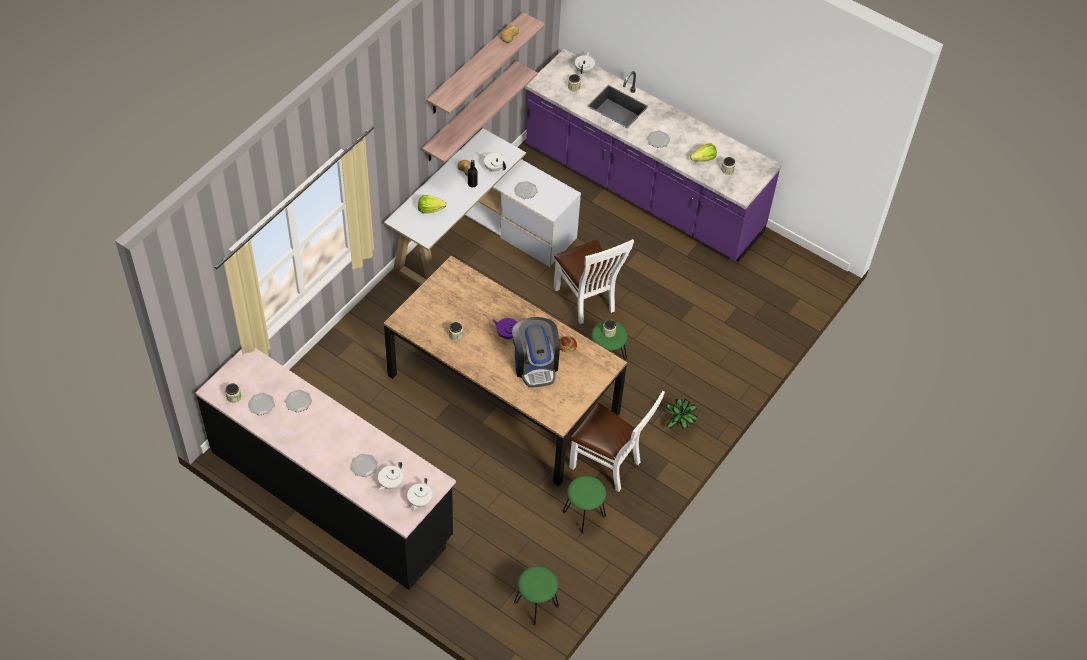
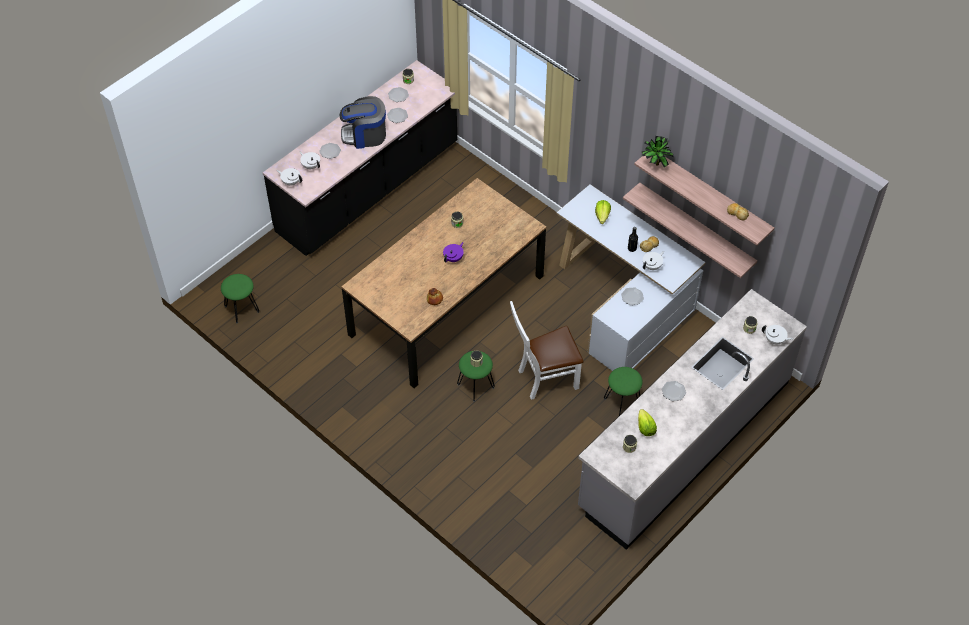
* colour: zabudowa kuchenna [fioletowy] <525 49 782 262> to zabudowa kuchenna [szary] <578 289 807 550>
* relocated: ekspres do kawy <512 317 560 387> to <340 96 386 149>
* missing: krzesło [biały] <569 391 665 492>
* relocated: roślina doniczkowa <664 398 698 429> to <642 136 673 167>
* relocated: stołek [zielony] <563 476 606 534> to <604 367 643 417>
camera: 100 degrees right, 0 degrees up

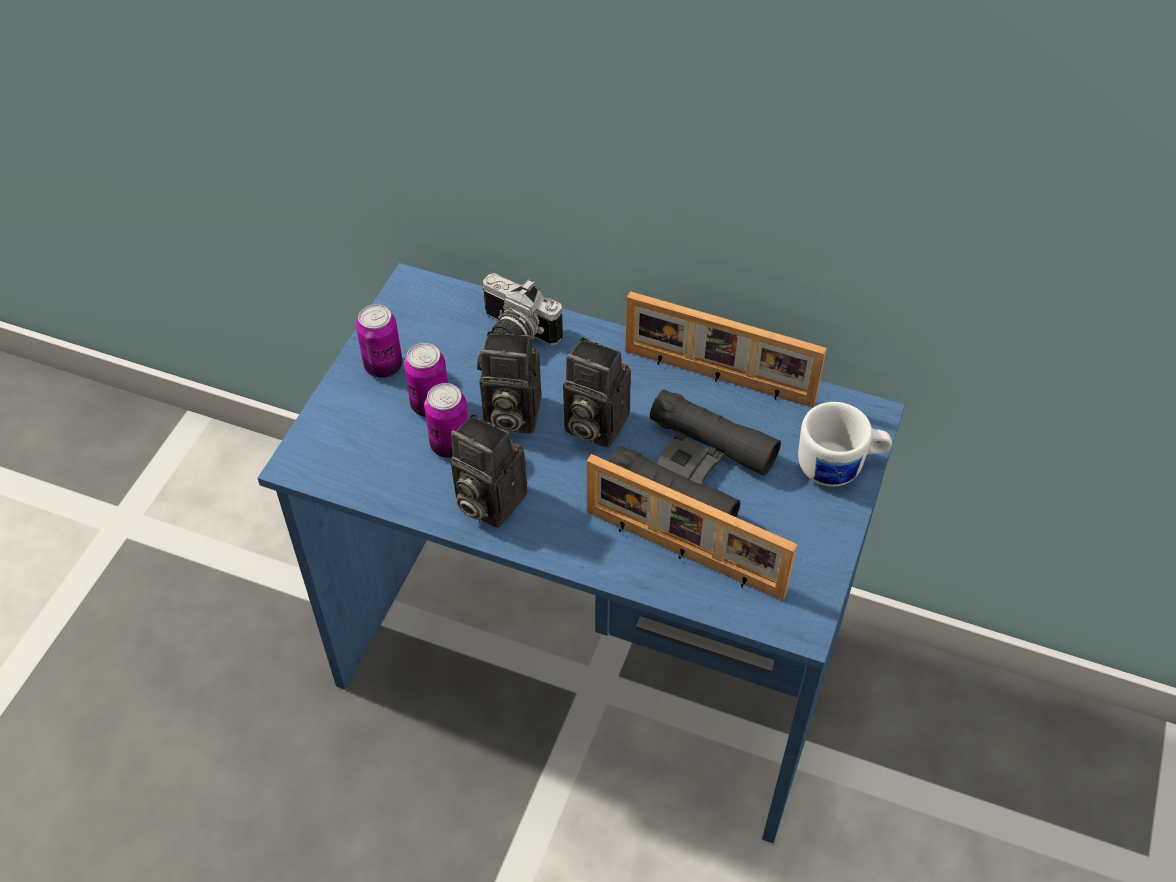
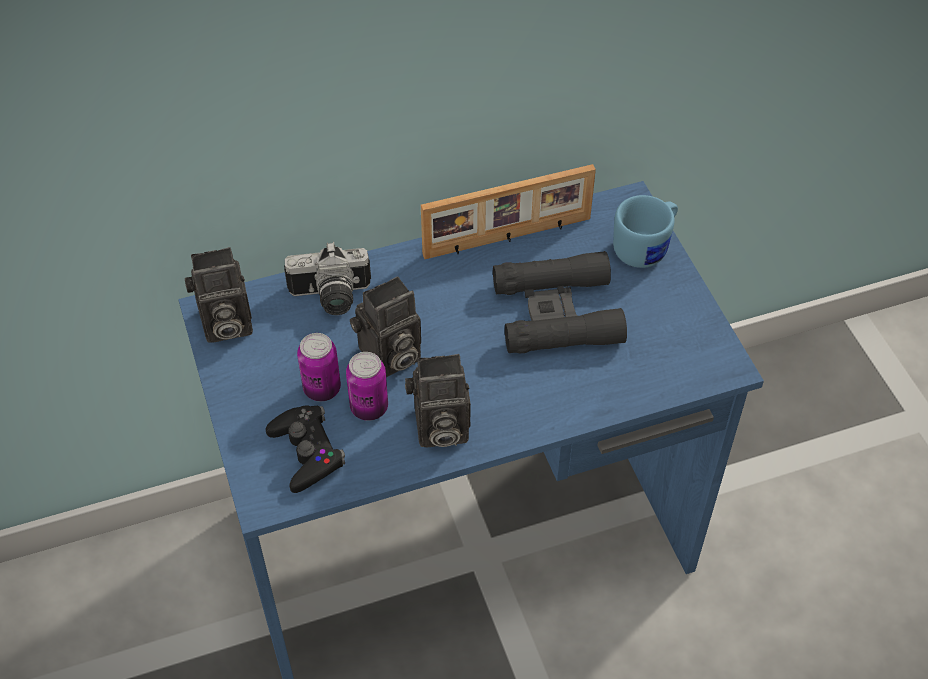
* missing: puszka <356 304 402 378>
* relocated: aparat fotograficzny <563 337 631 448> to <185 247 253 342>
* colour: kubek [biały] <798 402 892 487> to kubek [niebieski] <613 195 678 268>
* missing: ramka na zdjęcie <587 454 797 601>
* appeared: pad do gier [czarny] <265 406 345 493>
camera: 40 degrees left, 0 degrees up

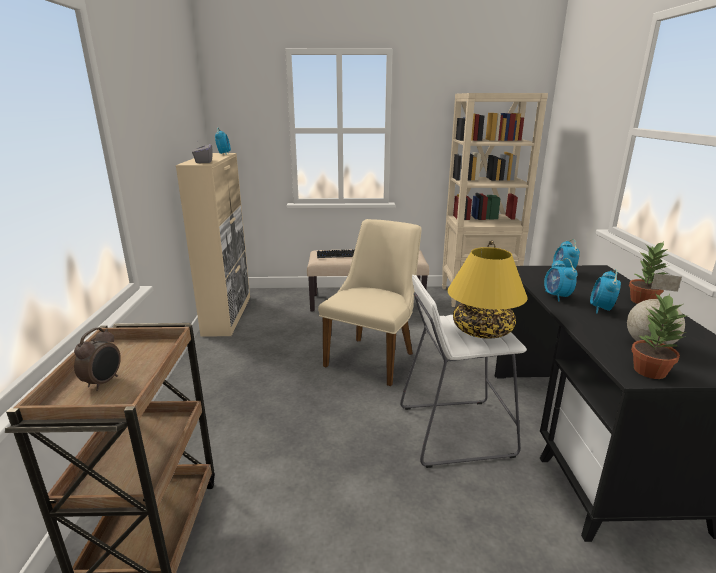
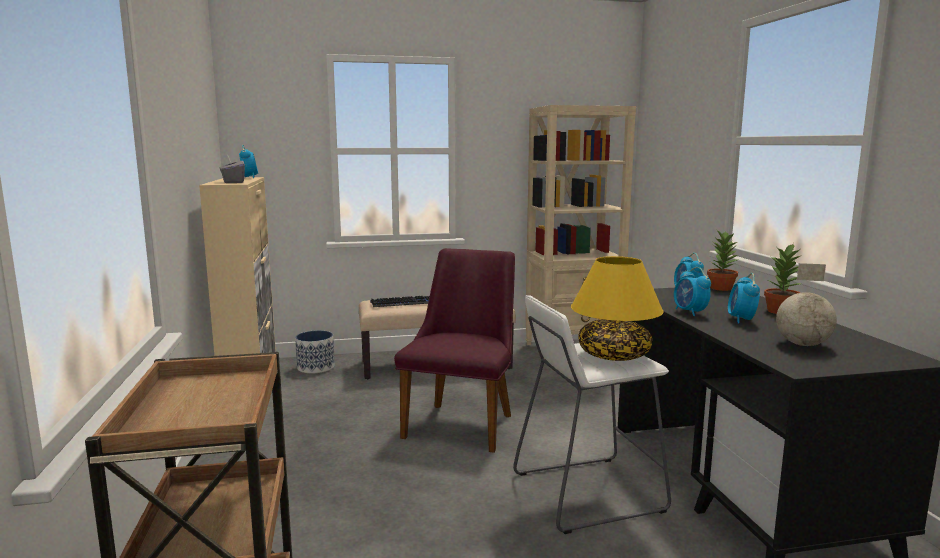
* colour: krzesło [beżowy] <318 219 422 386> to krzesło [fioletowy] <394 248 515 453>
* relocated: roślina doniczkowa <631 293 689 379> to <707 229 739 291>
* missing: budzik <74 327 121 391>
* appeared: donica <295 330 335 373>
camera: 10 degrees left, 10 degrees down

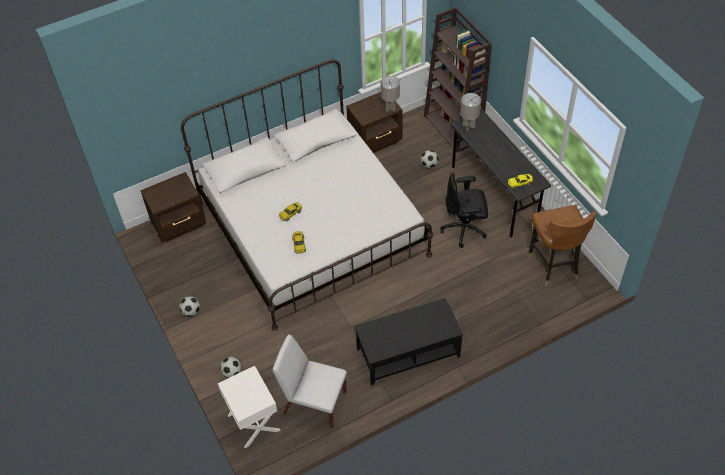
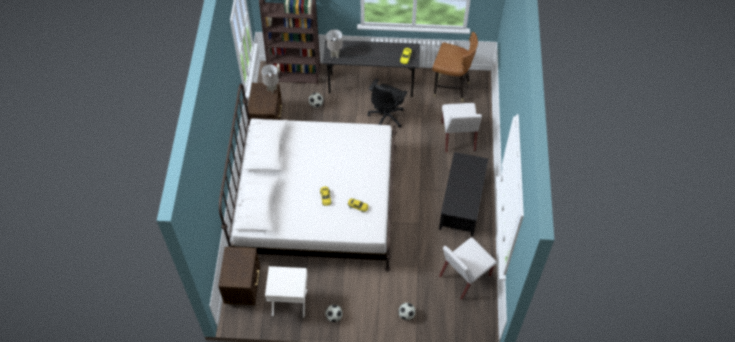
* relocated: szafka nocna [biały] <218 366 281 448> to <265 266 307 318>
* appeared: krzesło [biały] <441 103 482 152>
camera: 60 degrees left, 5 degrees up

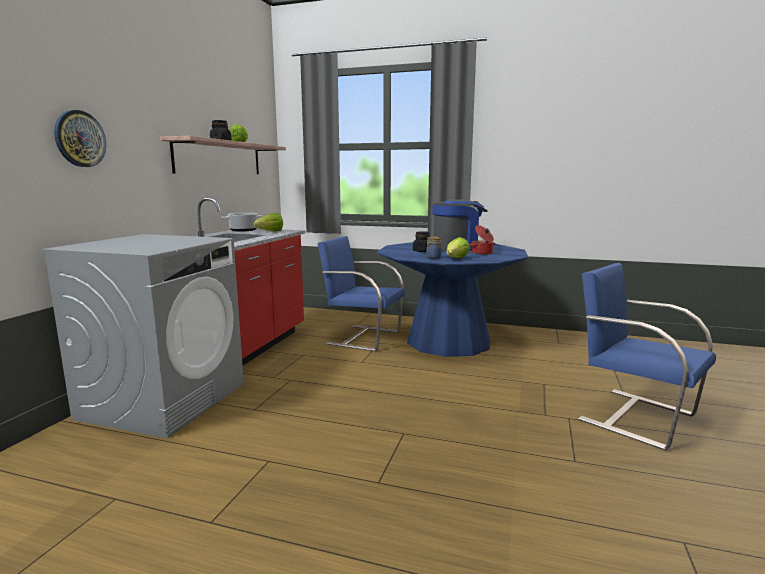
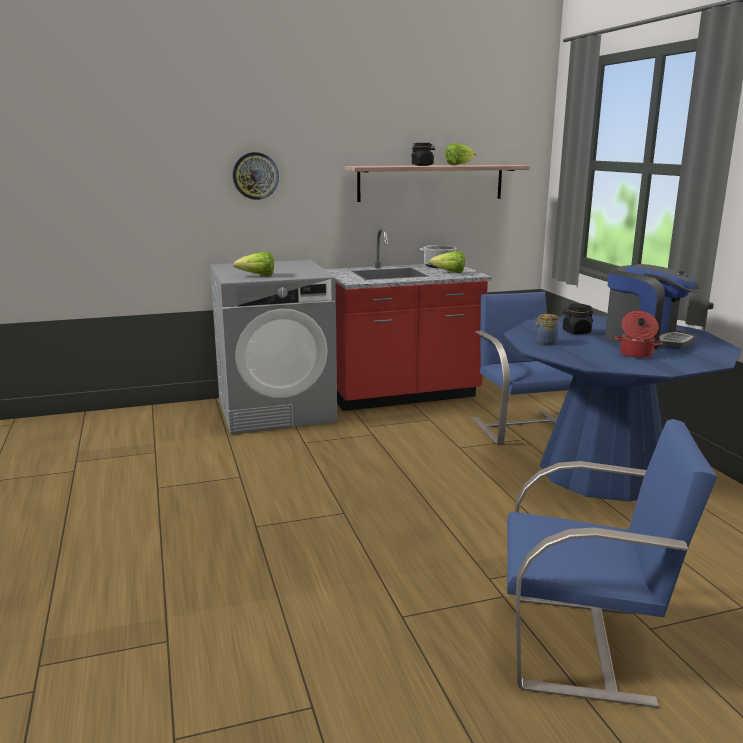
* relocated: sałata <447 237 470 258> to <233 251 274 276>
* spun: krzesło [niebieski] <578 263 716 450> = <507 419 717 708> 90 degrees clockwise
camera: 55 degrees right, 5 degrees up

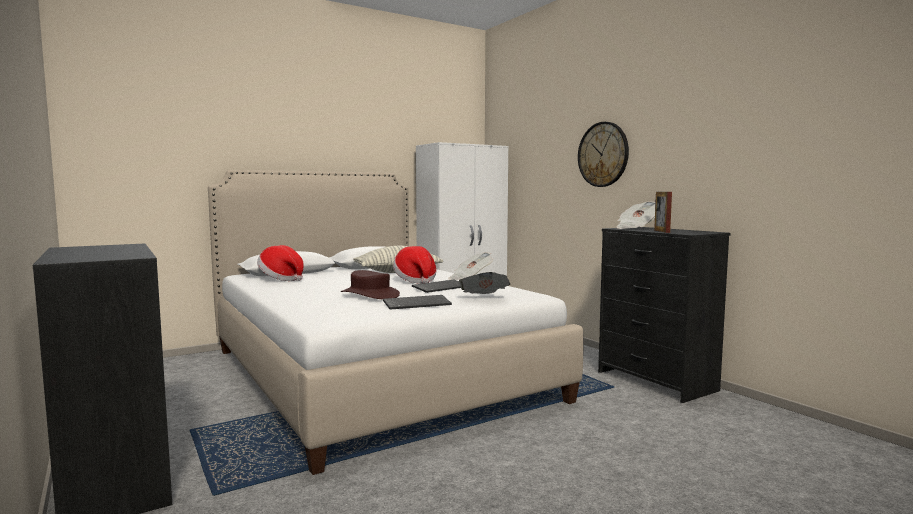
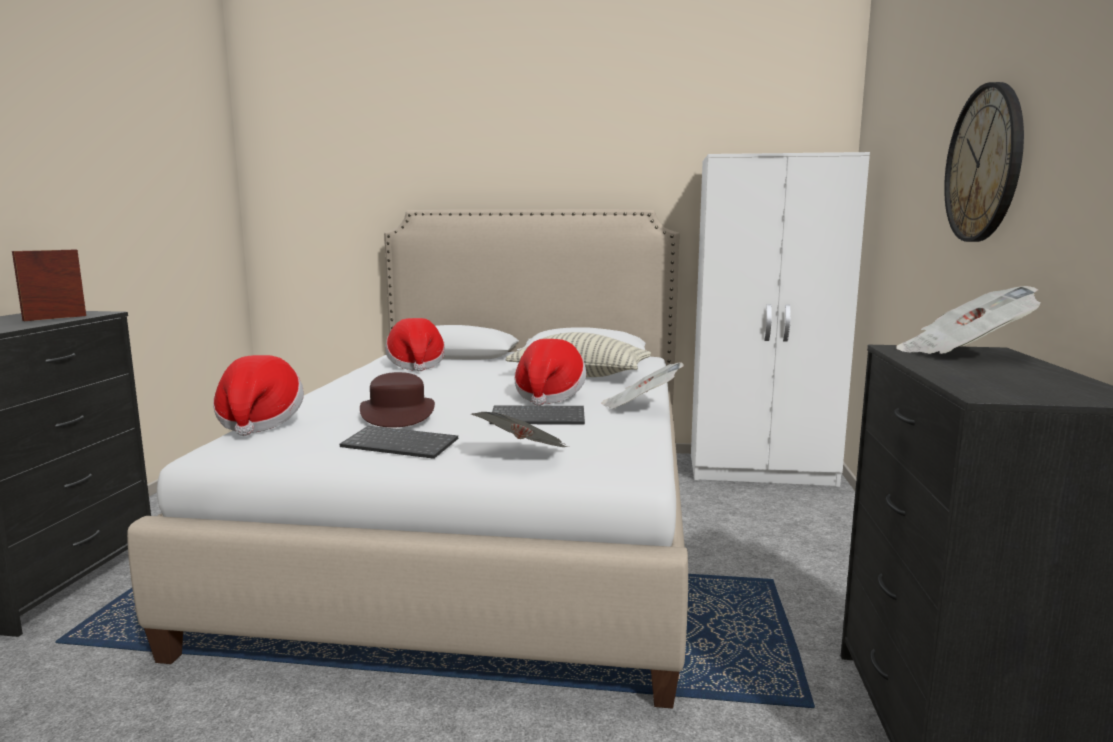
* relocated: ramka na zdjęcie <654 192 672 233> to <12 250 86 321>
* appeared: kapelusz <213 355 304 436>
camera: 40 degrees right, 5 degrees up

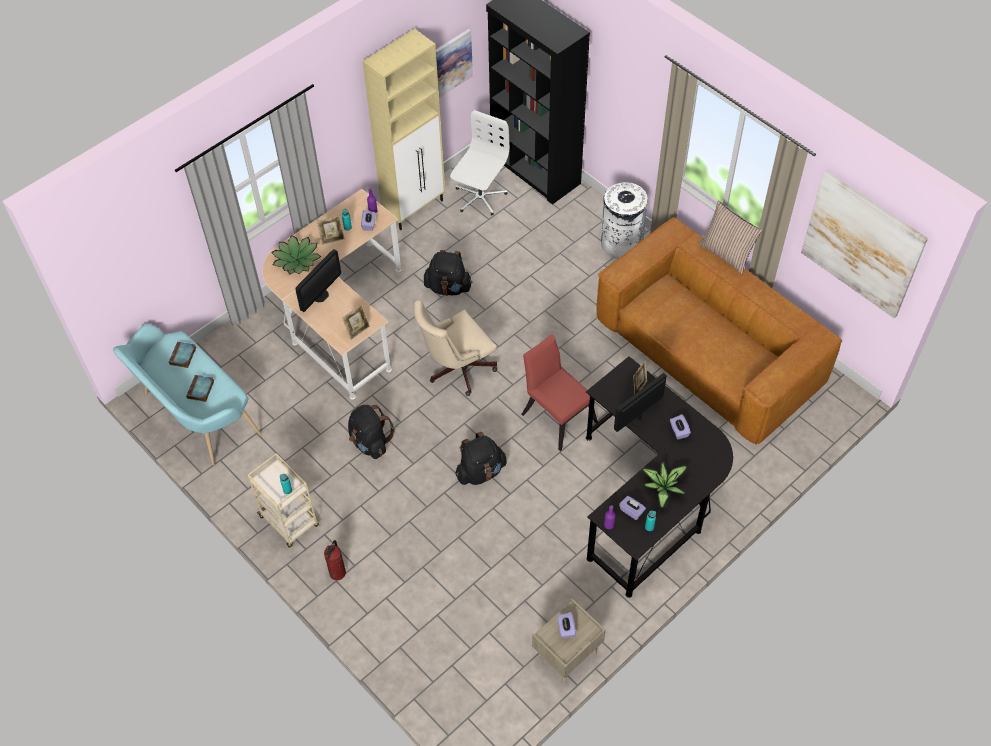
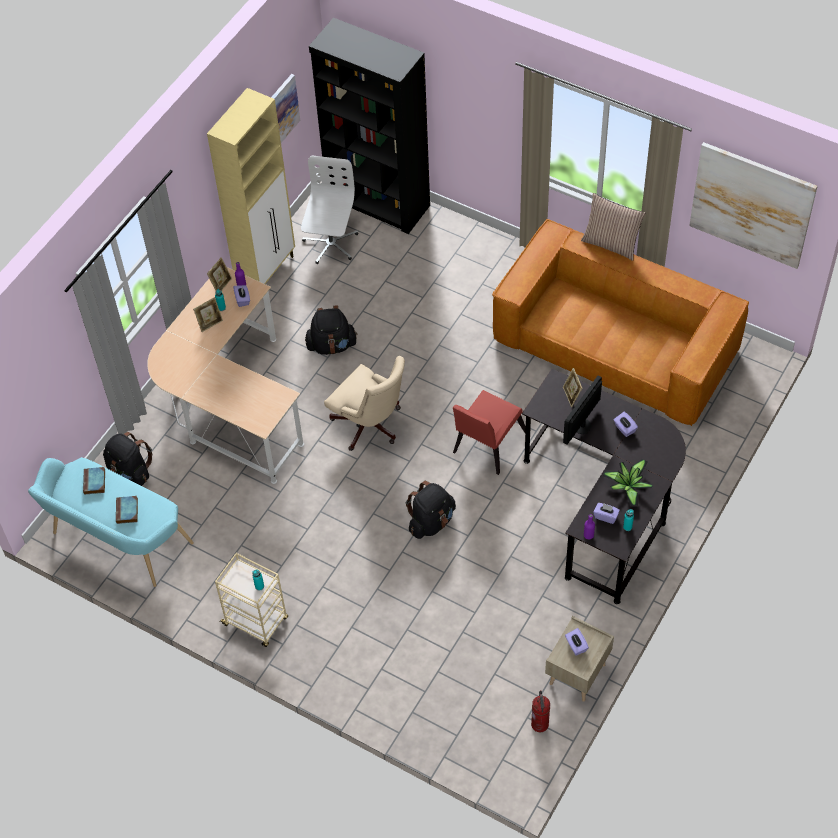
* missing: kosz na śmieci [biały] <601 182 648 259>
* missing: roślina doniczkowa <271 235 321 274>
* missing: monitor <295 249 341 312>
* spun: krzesło biurowe [beżowy] <414 300 497 396> = <324 356 405 451> 90 degrees counterclockwise
* relocated: ramka na zdjęcie <342 304 370 340> to <207 257 232 291>
* spun: krzesło [czerwony] <522 334 598 451> = <453 390 526 475> 90 degrees counterclockwise
* relocated: plecak [czarny] <348 405 395 459> to <103 432 152 486>
* relocated: gaśnica <324 540 346 580> to <531 690 550 732>
camera: 15 degrees left, 0 degrees up

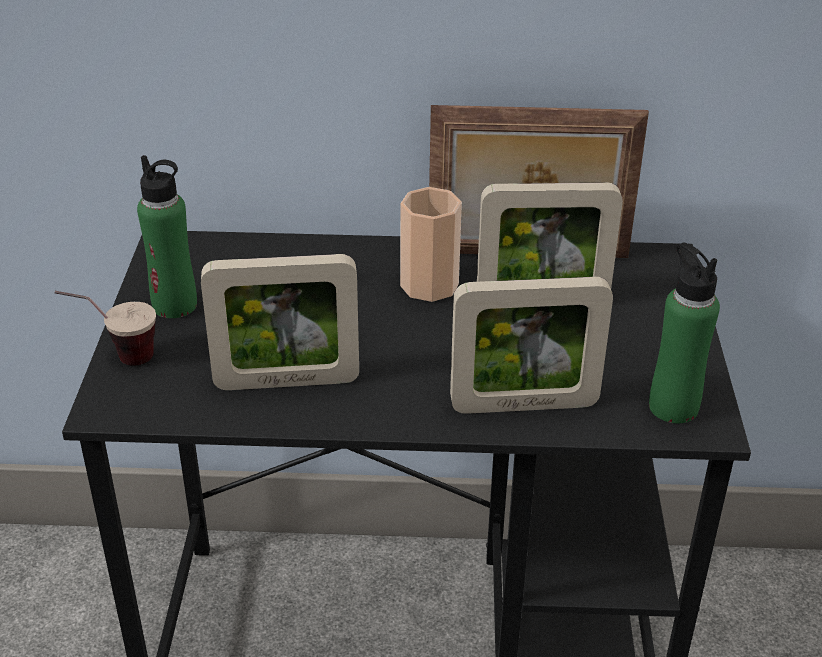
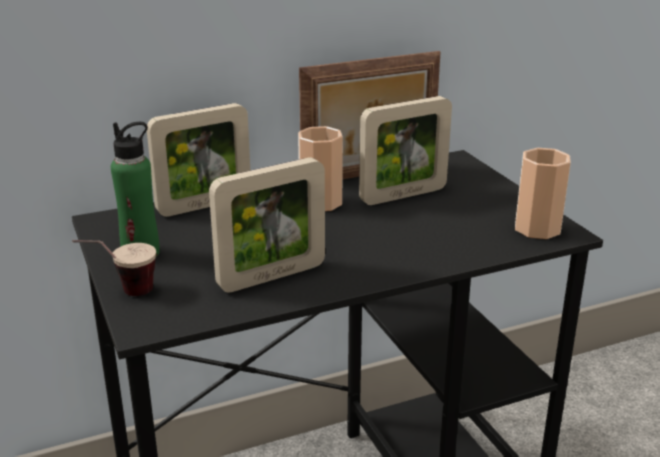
* exchanged: butelka [zielony] <649 243 720 423> to filiżanka <515 148 571 239>
* relocated: ramka na zdjęcie <450 277 613 414> to <147 103 250 217>
camera: 25 degrees left, 10 degrees down

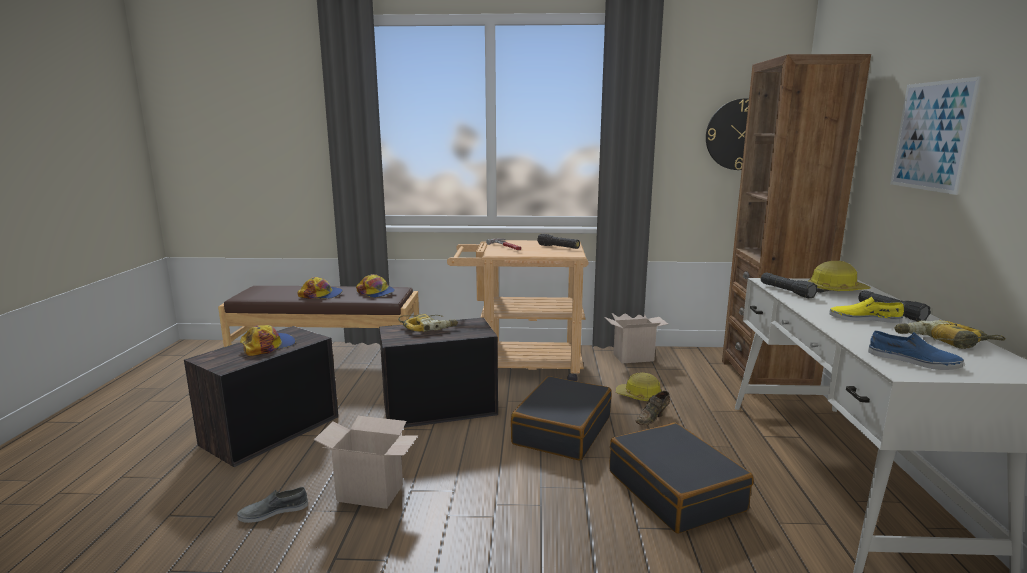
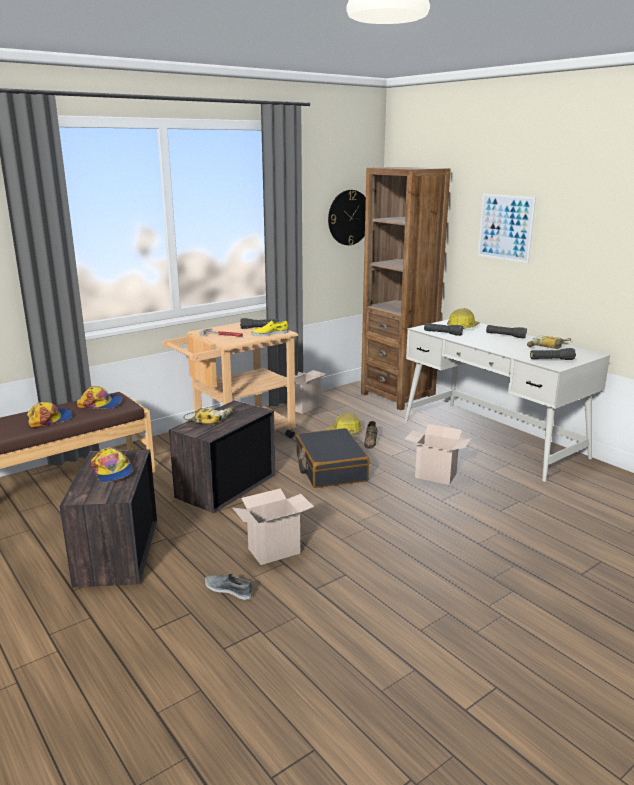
* relocated: but [żółty] <829 297 904 323> to <252 320 288 336>
* spun: czapka z daszkiem <240 325 295 356> = <91 447 132 483> 150 degrees clockwise
* exchanged: but [niebieski] <868 331 964 370> to latarka [czarny] <530 348 576 360>
* exchanged: walizka [czarny] <609 422 753 533> to karton <405 424 472 485>
* spun: but [szary] <237 487 308 523> = <205 574 252 600> 90 degrees clockwise
camera: 40 degrees left, 5 degrees up

